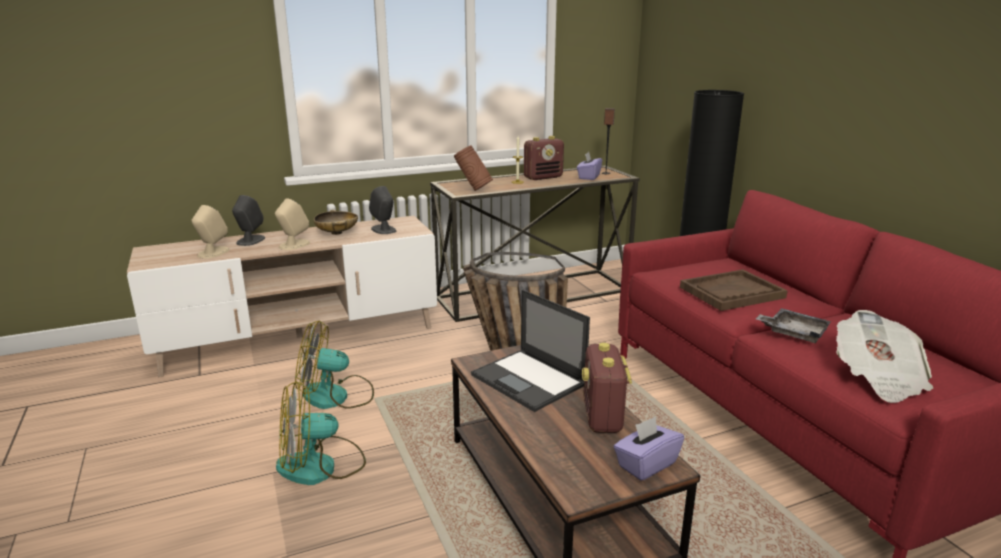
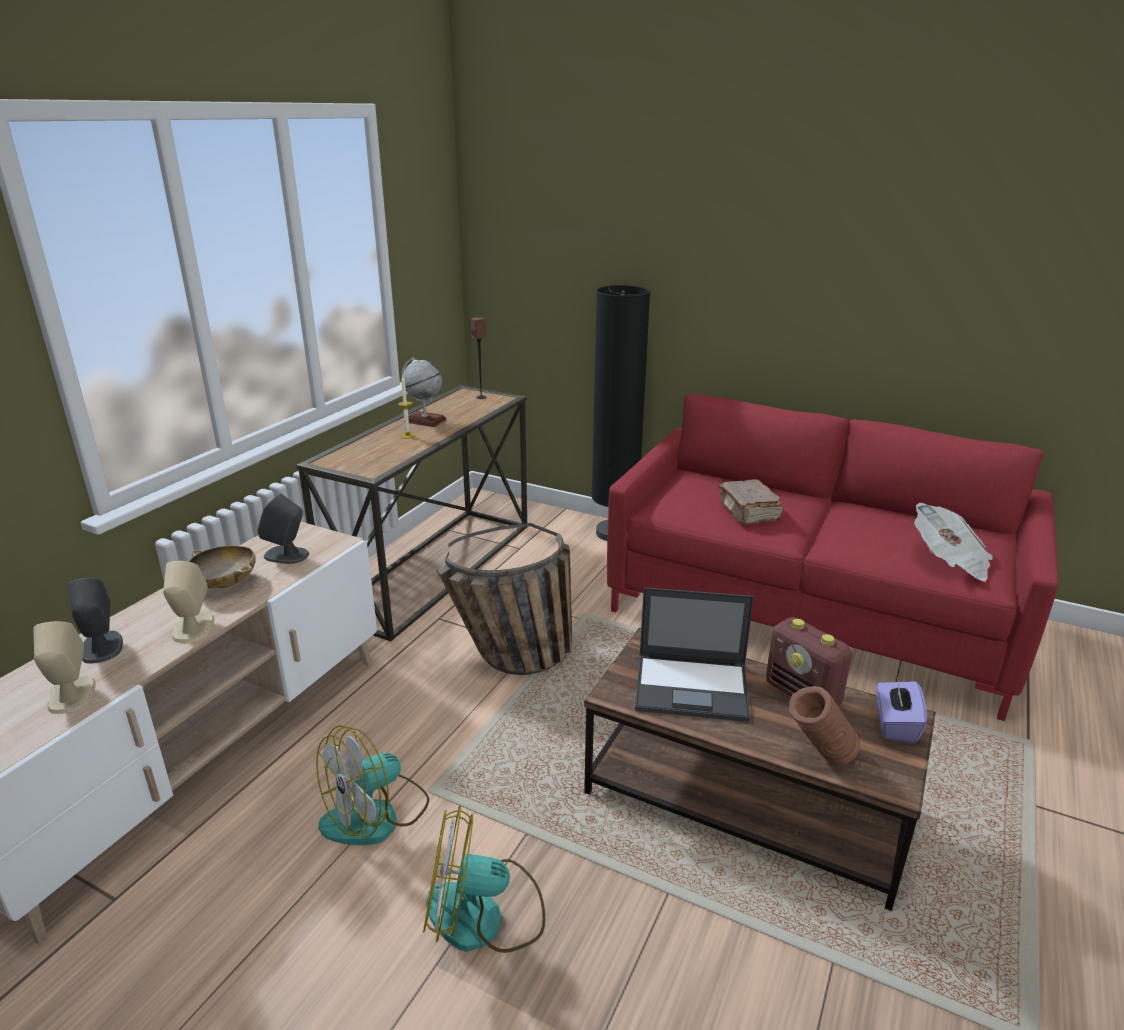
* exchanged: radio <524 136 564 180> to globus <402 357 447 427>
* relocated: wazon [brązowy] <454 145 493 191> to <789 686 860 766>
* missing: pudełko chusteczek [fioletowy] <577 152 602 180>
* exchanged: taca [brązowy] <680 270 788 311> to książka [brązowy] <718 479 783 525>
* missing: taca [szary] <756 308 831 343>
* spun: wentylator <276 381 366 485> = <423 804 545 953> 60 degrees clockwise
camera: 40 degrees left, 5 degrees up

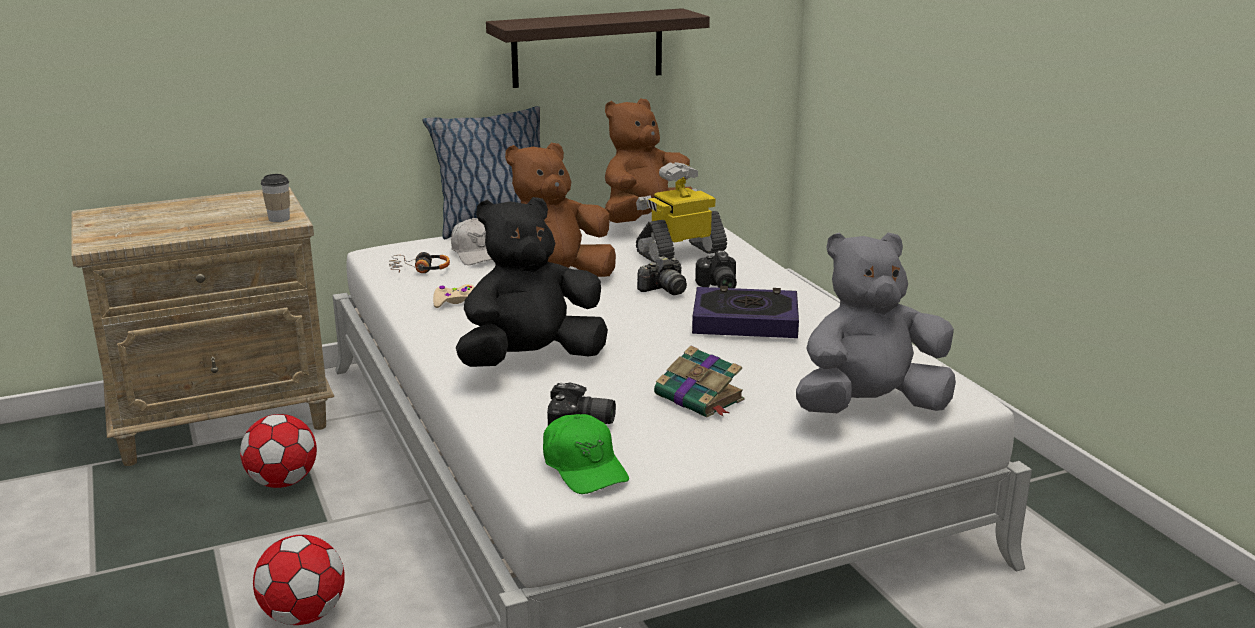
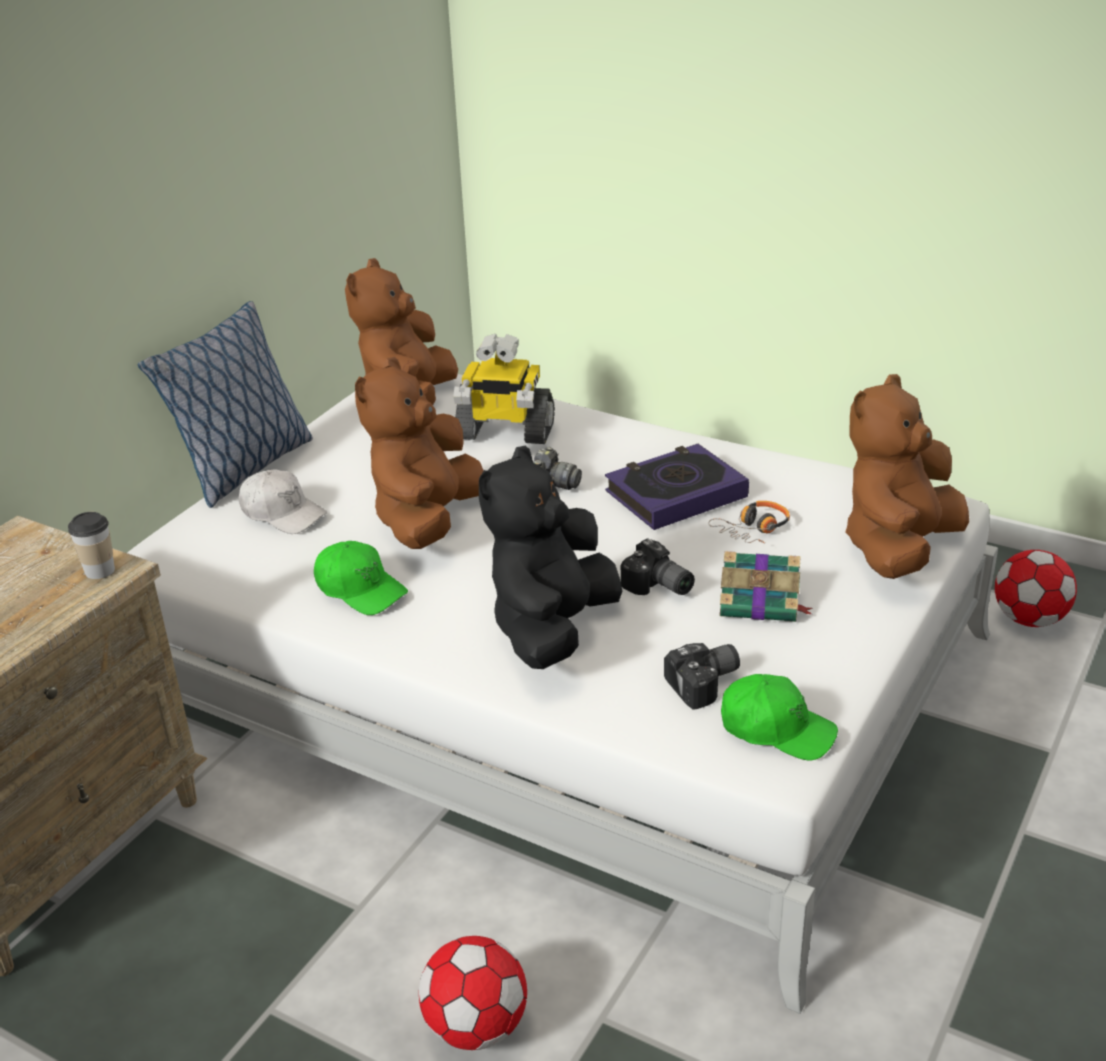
* missing: półka <486 8 710 88>
* spun: robot zabawkowy <636 162 727 262> = <454 334 555 444> 105 degrees counterclockwise
* colour: pluszak [szary] <796 232 956 413> to pluszak [brązowy] <845 374 969 579>
* relocated: aparat fotograficzny <695 251 737 288> to <621 538 695 595>
* relocated: słuchawki <389 252 450 273> to <708 501 790 543>
* exchanged: pad do gier [beżowy] <433 284 475 308> to czapka z daszkiem [zielony] <314 541 408 615>
* relocated: piłka futbolowa <240 414 317 488> to <995 550 1077 627>
camera: 35 degrees left, 10 degrees up

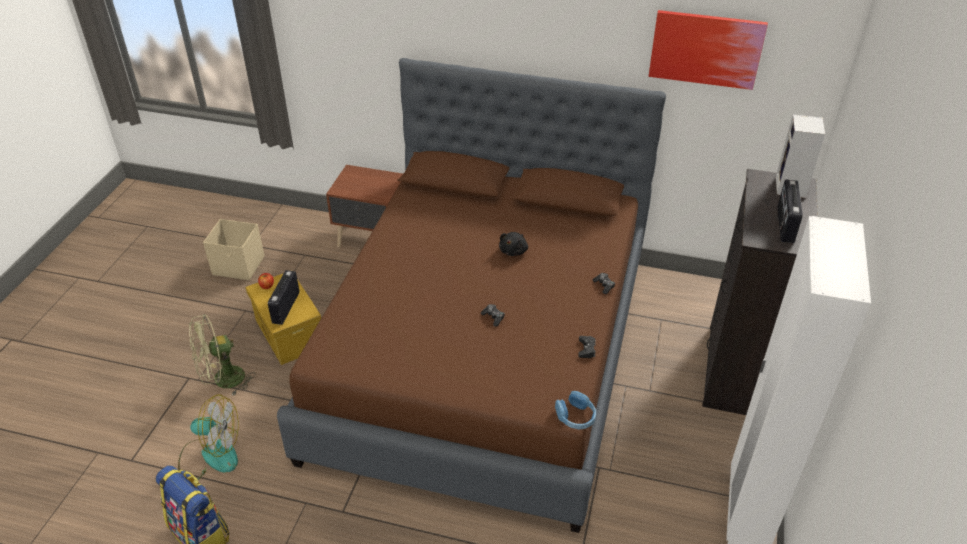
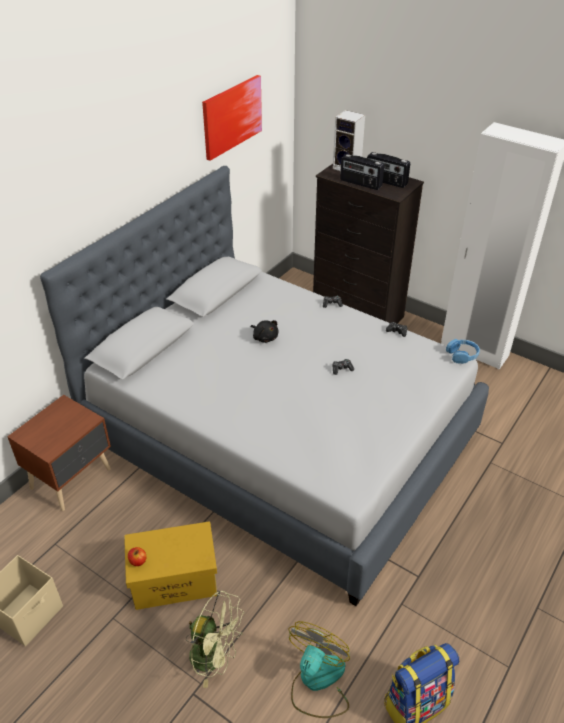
* colour: łóżko [brązowy] <277 58 666 533> to łóżko [szary] <40 166 489 606>
* relocated: radio <268 270 299 325> to <340 154 384 190>
* spun: wentylator [zielony] <189 314 255 395> = <186 591 244 688> 60 degrees counterclockwise
camera: 70 degrees left, 0 degrees up

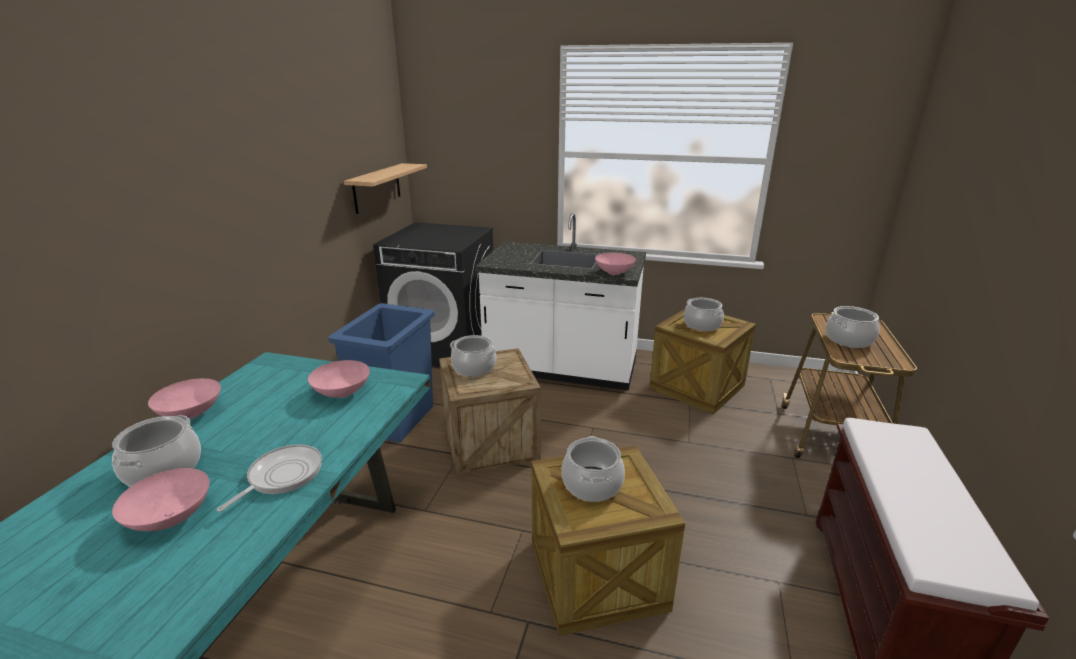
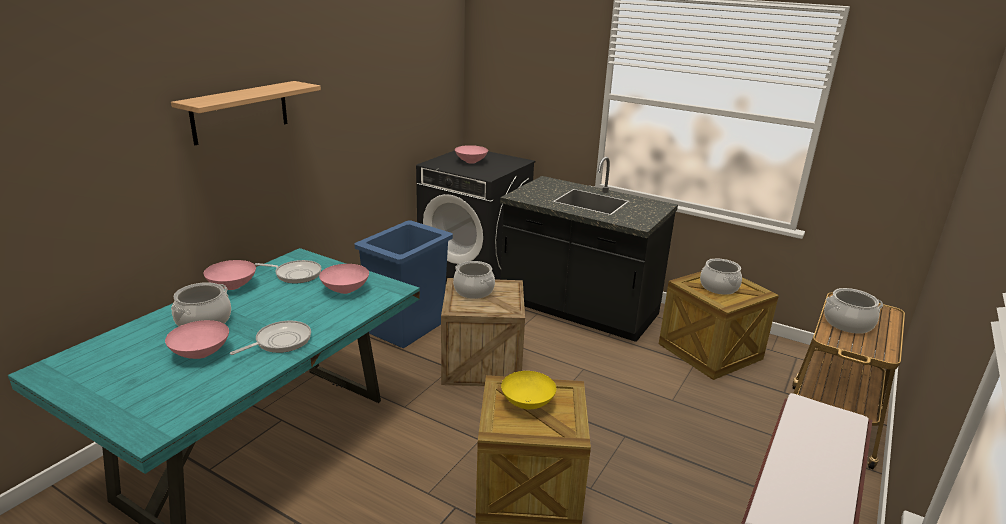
* relocated: półka <344 163 427 214> to <171 81 321 145>
* colour: zabudowa kuchenna [biały] <475 213 646 390> to zabudowa kuchenna [czarny] <500 157 678 342>
* relocated: miska [różowy] <595 253 636 275> to <455 145 488 164>
* exchanged: garnek <561 436 625 502> to miska [żółty] <501 371 556 409>
* appeared: patelnia <255 260 322 283>
camera: 15 degrees right, 0 degrees up

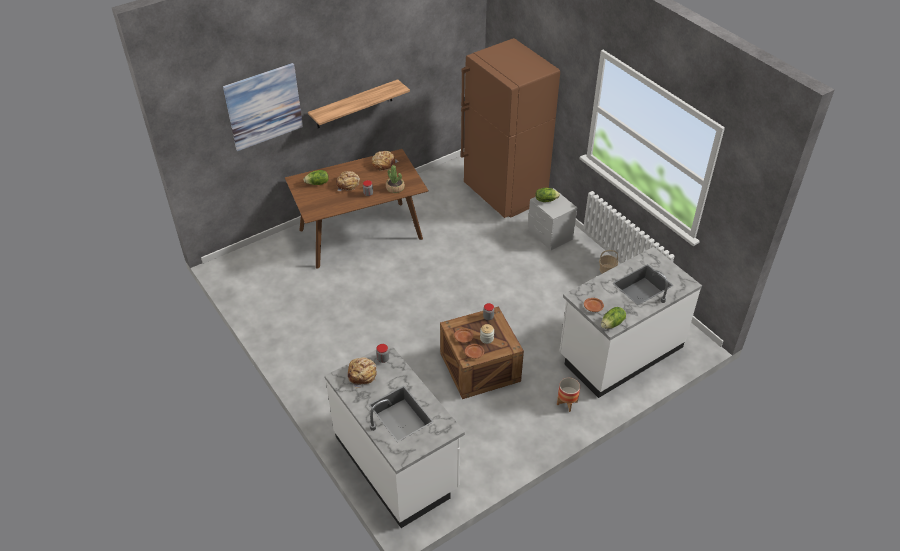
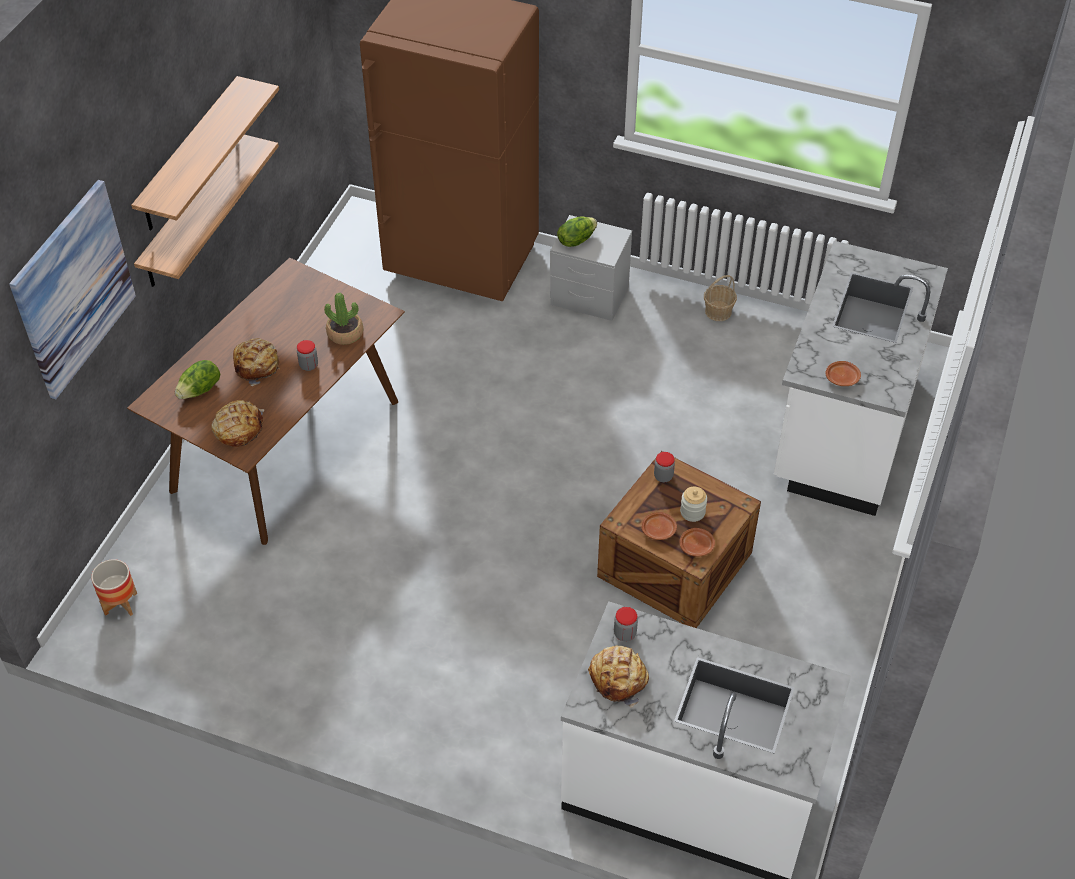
* relocated: chleb <372 151 399 171> to <211 400 264 447>
* missing: sałata <601 307 626 329>
* relocated: donica <557 378 580 412> to <91 559 137 616>
* appeared: półka <131 76 279 230>
camera: 35 degrees left, 5 degrees up

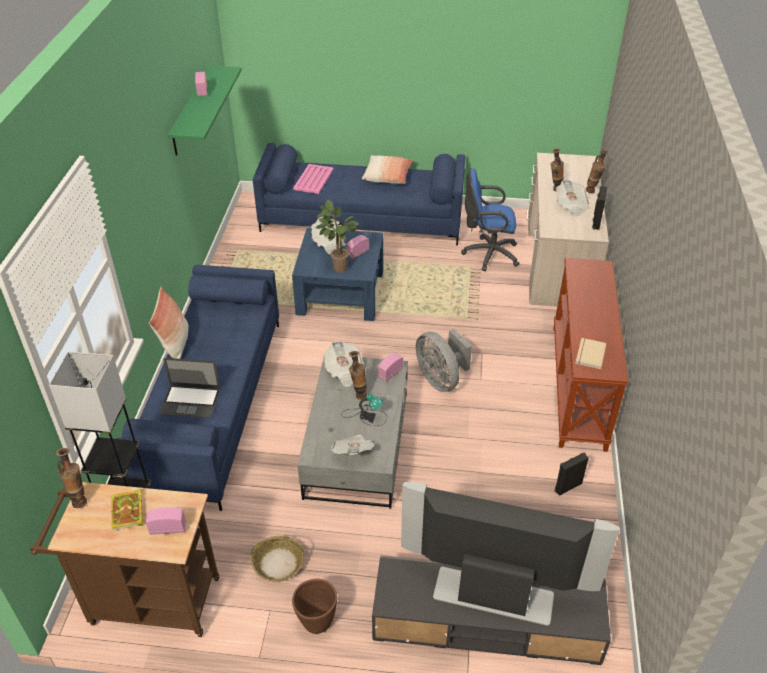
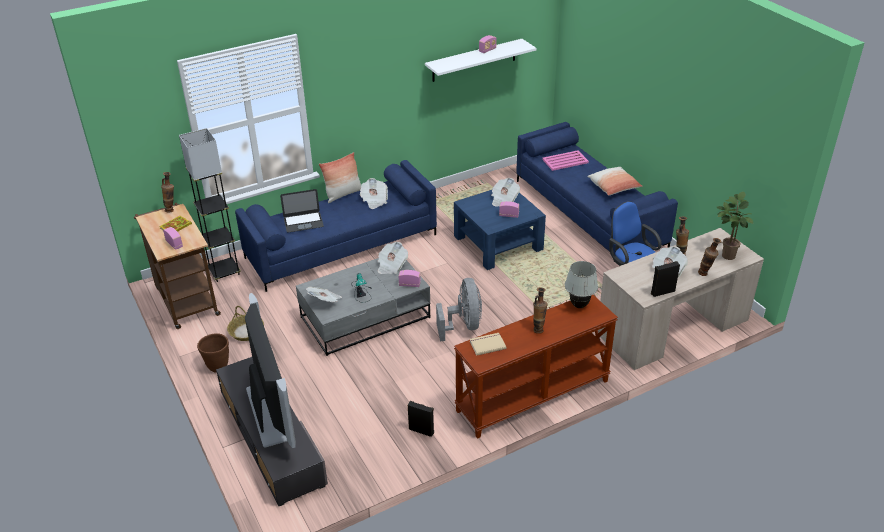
* colour: półka [zielony] <168 66 242 156> to półka [biały] <425 39 537 82>
* relocated: roślina doniczkowa <316 200 359 273> to <717 192 753 260>
* spun: wentylator [szary] <415 329 472 392> = <436 278 482 341> 150 degrees clockwise
* relocated: wazon <349 351 367 400> to <533 287 548 334>
* spun: laptop <159 358 220 418> = <280 189 324 233> 75 degrees counterclockwise
* appeared: gazeta <360 178 388 209>
* appeared: lampa stołowa [biały] <565 261 598 308>
camera: 55 degrees right, 5 degrees down

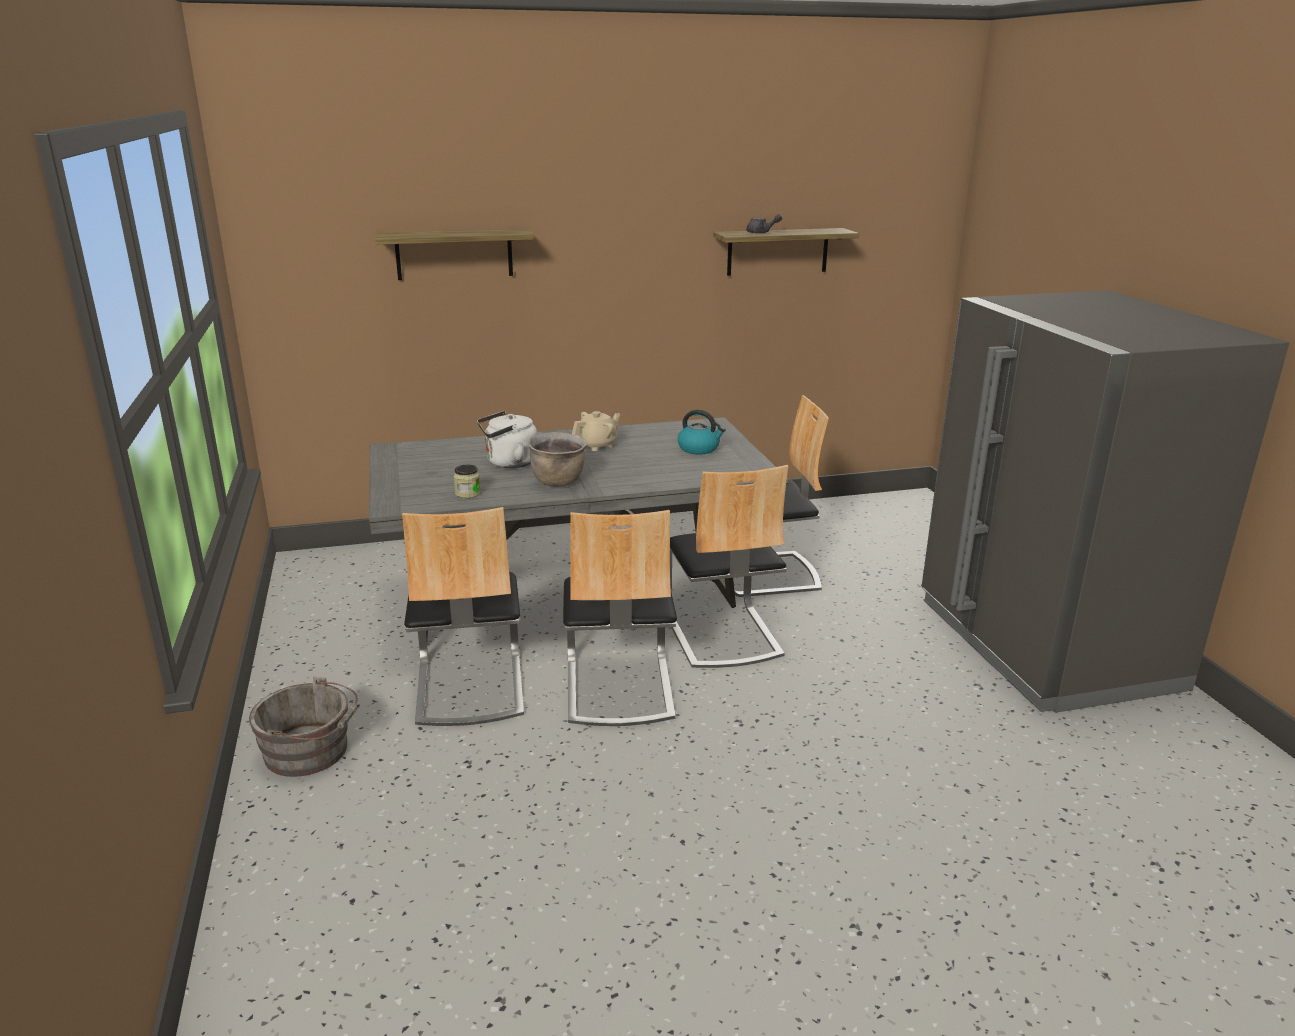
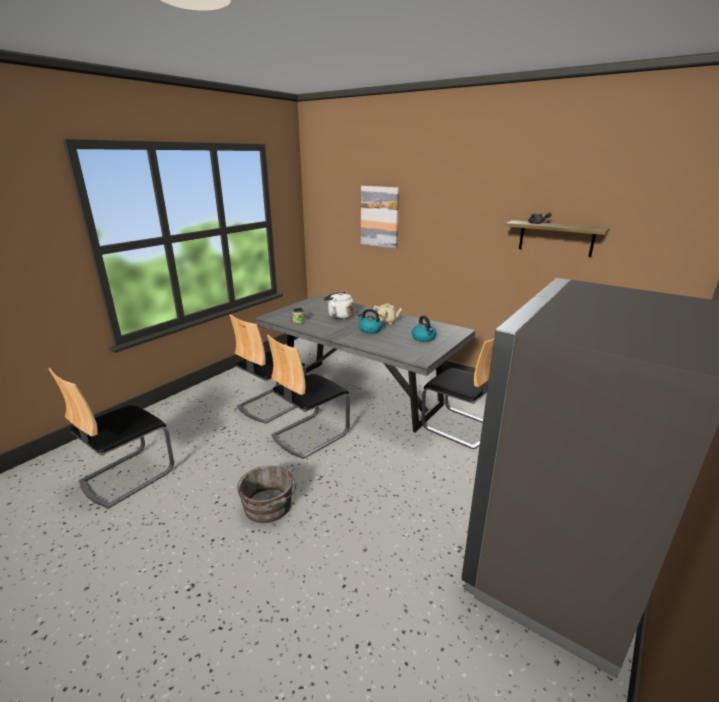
* exchanged: półka <375 229 534 280> to obraz <361 186 400 249>
* missing: garnek [brązowy] <528 432 587 487>
* relocated: krzesło <670 465 788 668> to <48 368 174 508>
* relocated: wiadro [szary] <249 676 358 777> to <237 466 296 523>
* appeared: czajnik <358 309 382 334>
camera: 50 degrees right, 0 degrees up

